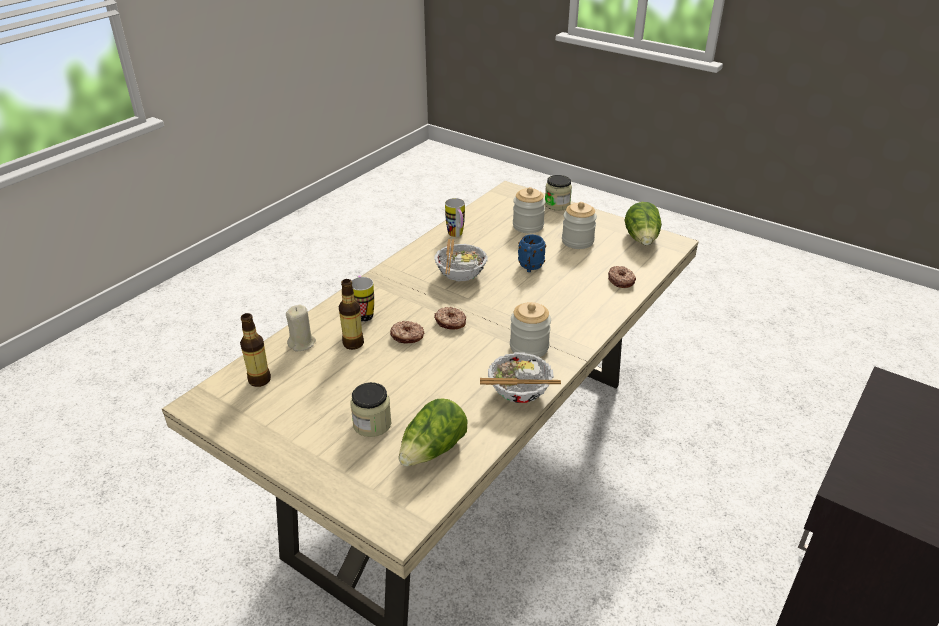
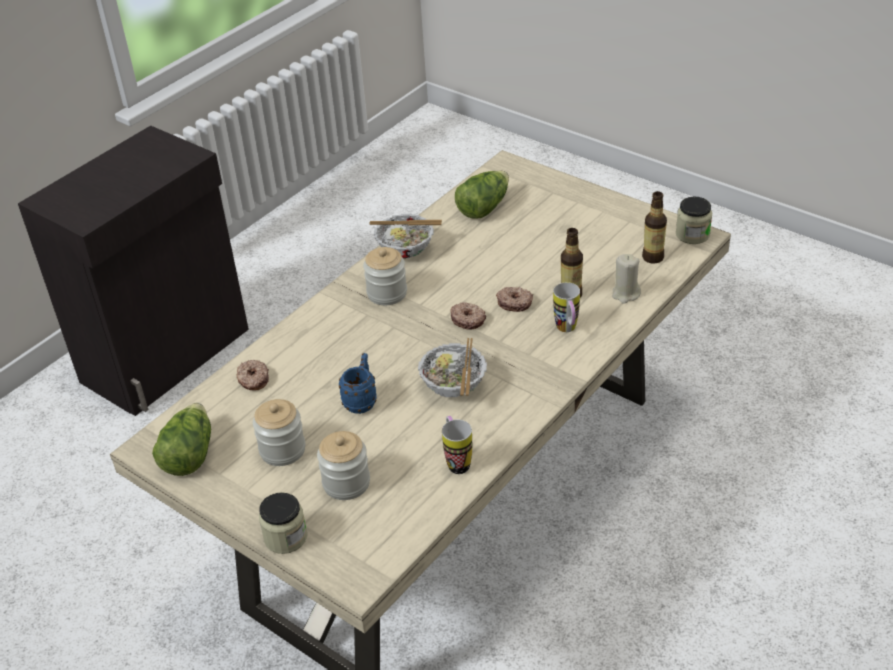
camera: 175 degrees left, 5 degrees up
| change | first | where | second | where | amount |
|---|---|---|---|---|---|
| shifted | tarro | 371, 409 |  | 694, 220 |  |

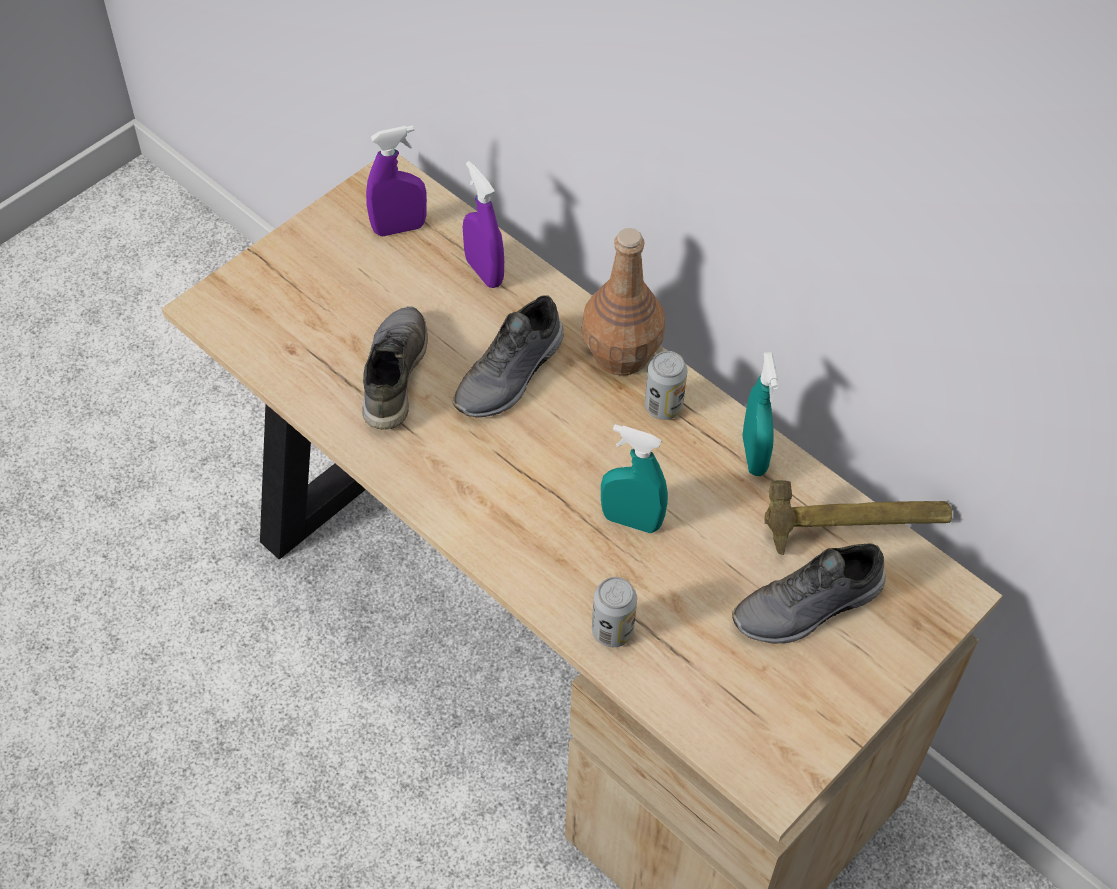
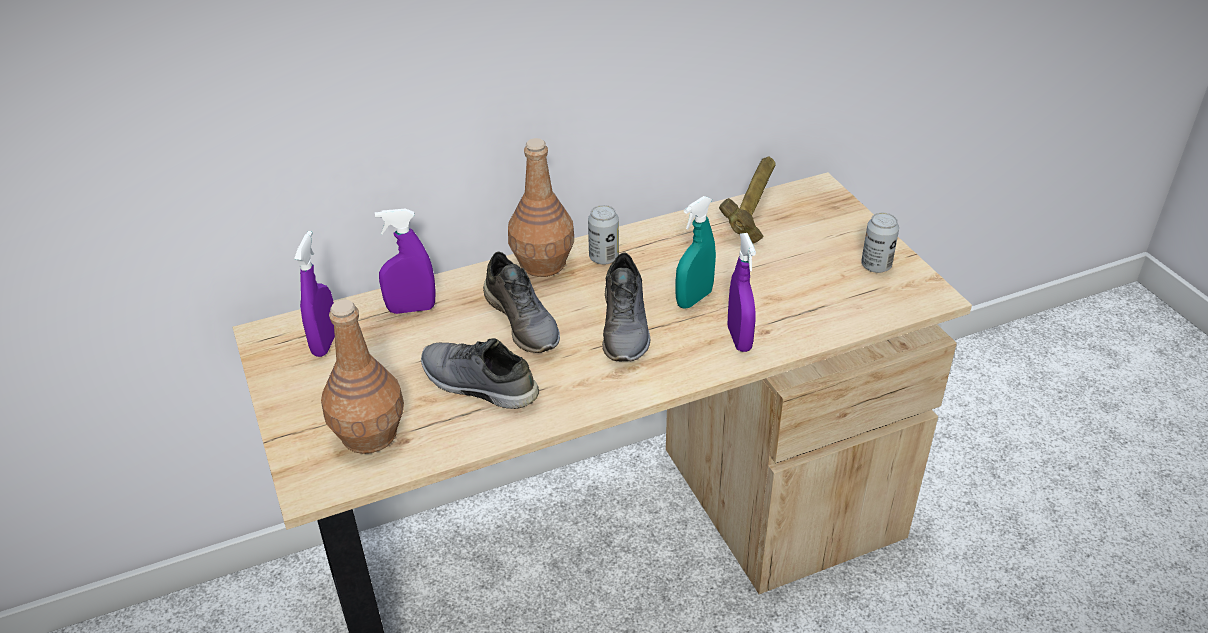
camera: 65 degrees left, 15 degrees down
| change | first | where | second | where | amount |
|---|---|---|---|---|---|
| gone | pulverizador [turquesa] | 760, 414 |  |  |  |
| shifted | zapato [gris] | 809, 593 |  | 626, 307 |  |
| shifted | lata | 614, 612 |  | 880, 243 |  |
| new |  |  | pulverizador [morado] | 742, 292 |  |
| new |  |  | botella [marrón] | 362, 377 |  |

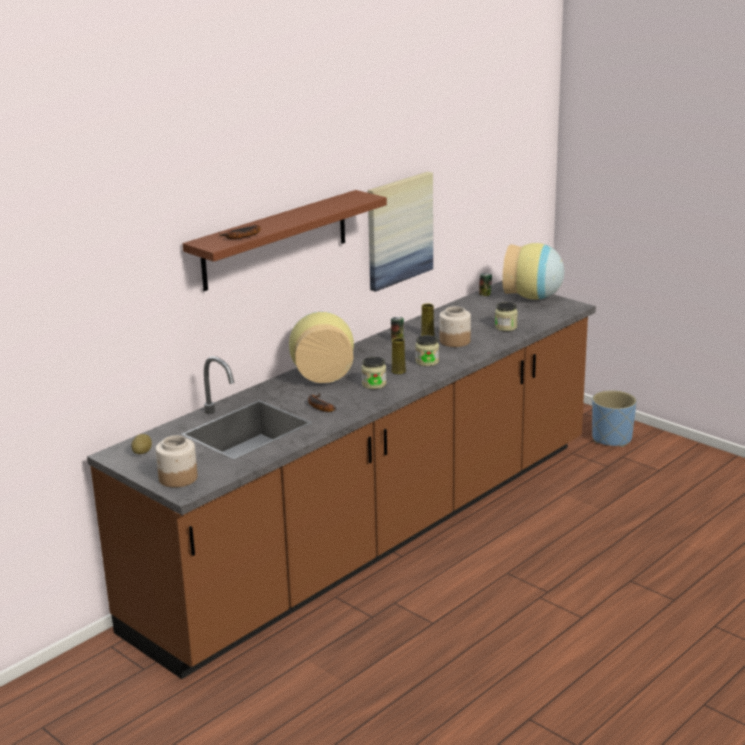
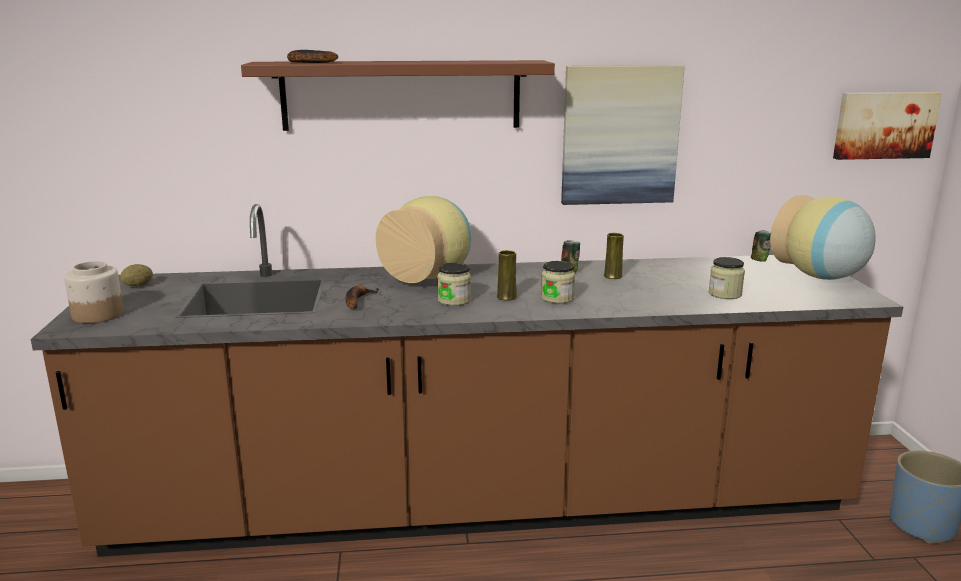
camera: 40 degrees right, 5 degrees down
| change | first | where | second | where | amount |
|---|---|---|---|---|---|
| gone | tarro | 455, 326 |  |  |  |
| new |  |  | cuadro | 887, 126 |  |

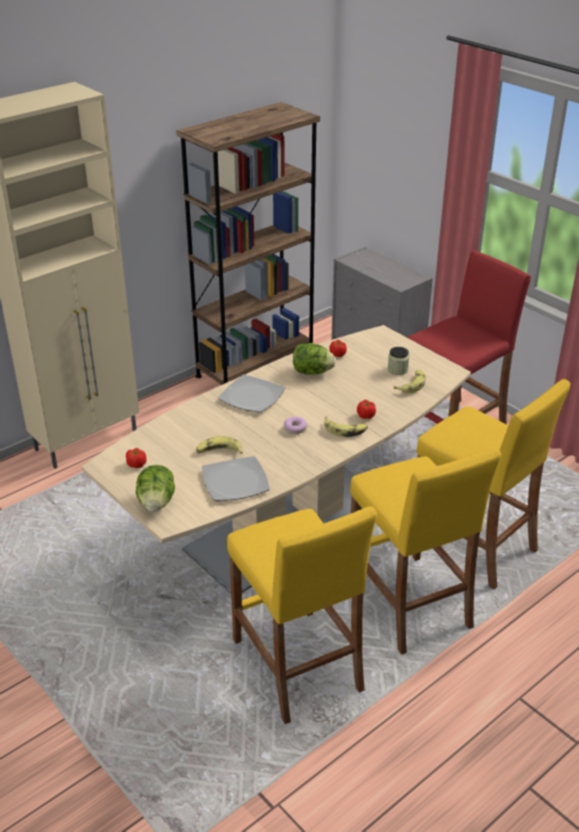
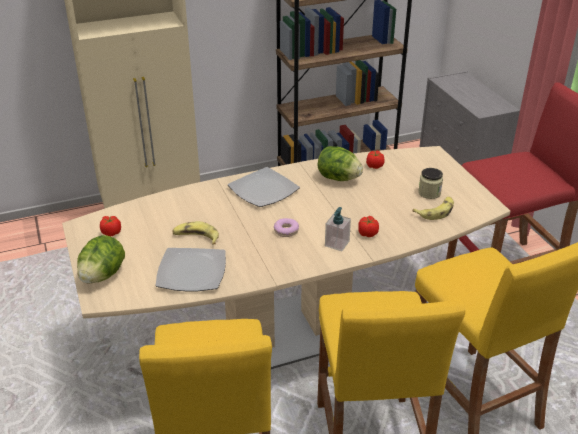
camera: 20 degrees right, 0 degrees up
| change | first | where | second | where | amount |
|---|---|---|---|---|---|
| swapped | plátano | 346, 426 | dispensador de jabón | 338, 229 |  |

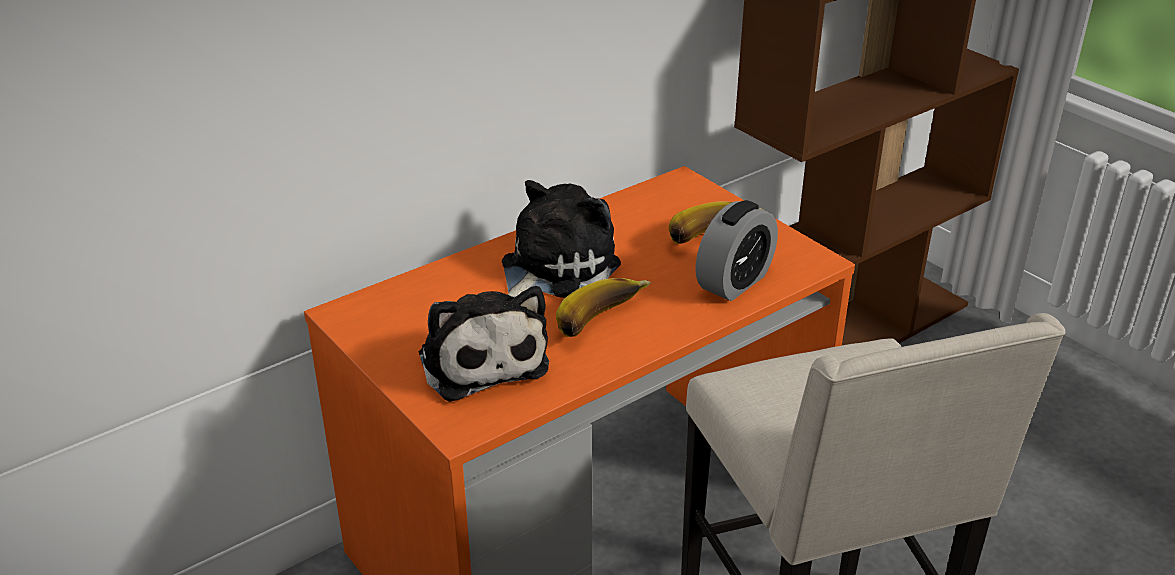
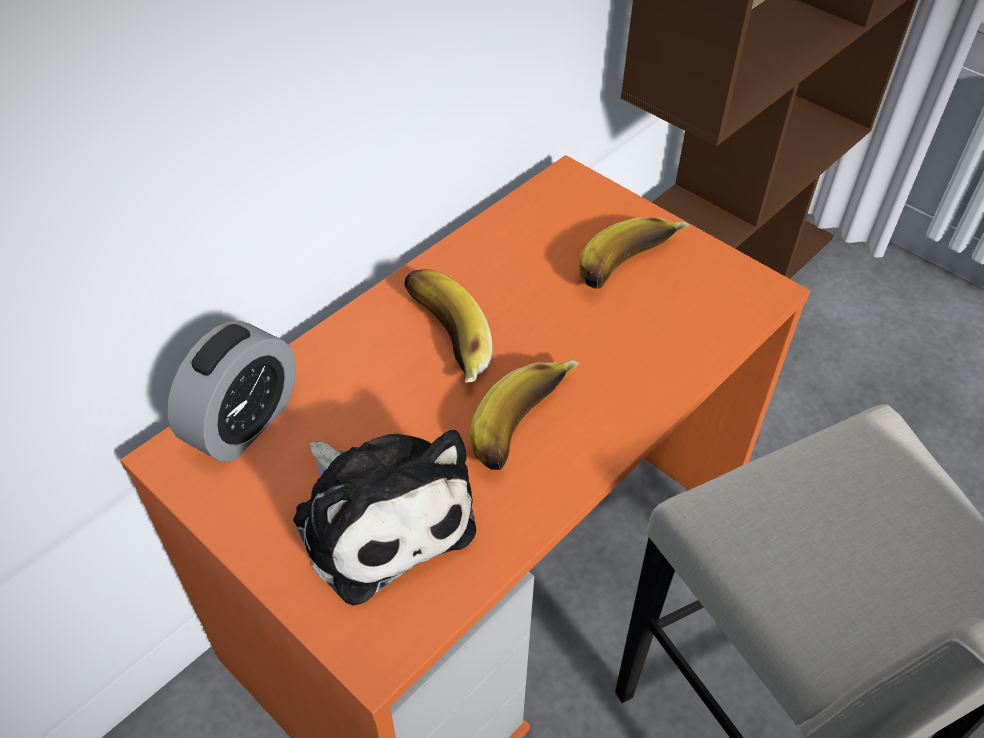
camera: 10 degrees left, 15 degrees up
| change | first | where | second | where | amount |
|---|---|---|---|---|---|
| swapped | peluche | 561, 239 | plátano | 448, 326 |  |
| shifted | despertador | 736, 250 |  | 231, 391 |  |

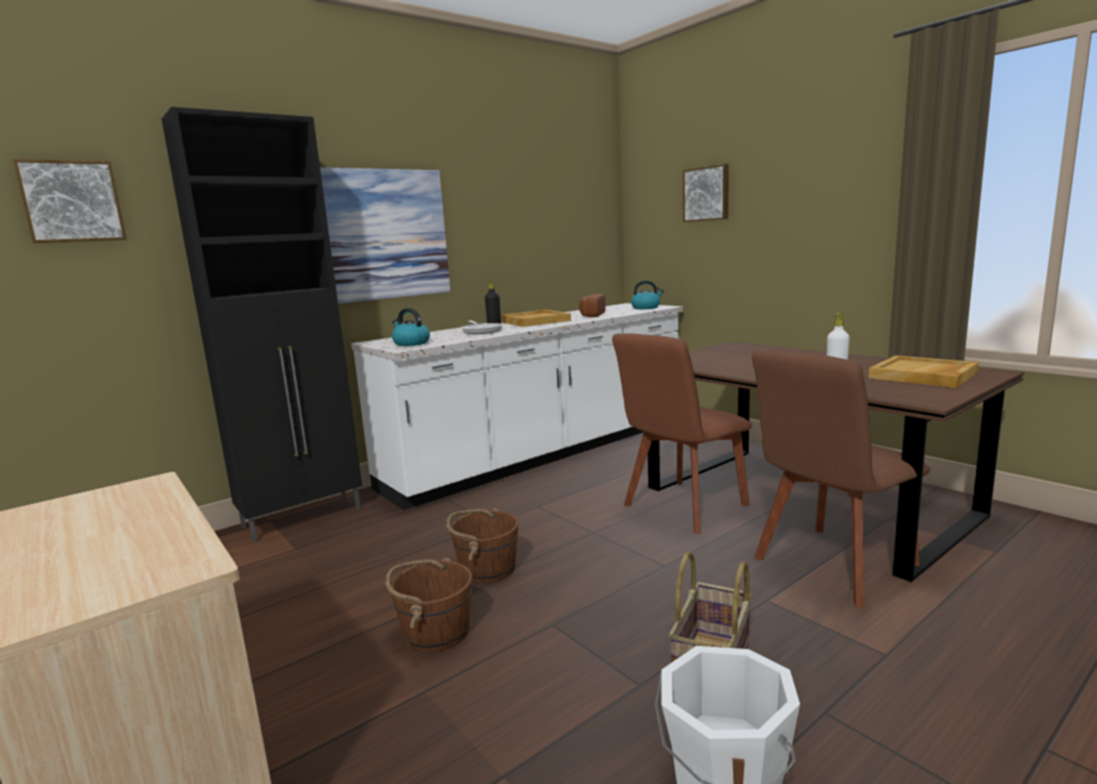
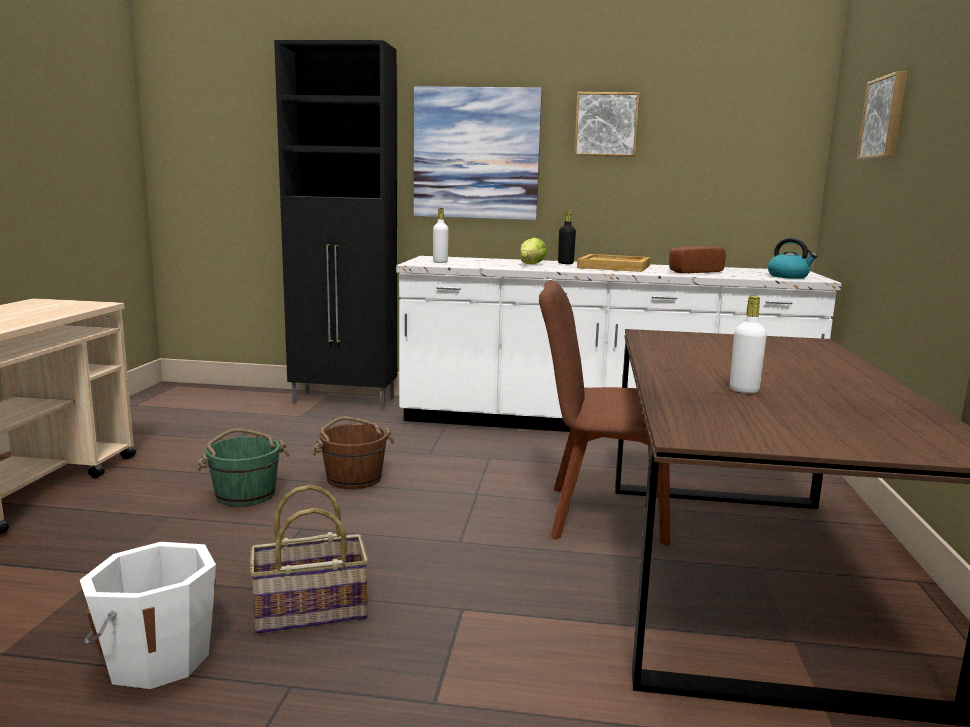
camera: 45 degrees right, 0 degrees up
| change | first | where | second | where | amount |
|---|---|---|---|---|---|
| shifted | cuadro | 70, 201 |  | 607, 124 |  |
| swapped | hervidor | 411, 327 | botella [blanco] | 441, 235 |  |
| swapped | sartén | 482, 327 | lechuga | 533, 251 |  |
| gone | silla [marrón] | 841, 478 |  |  |  |
| gone | bandeja [beis] | 923, 371 |  |  |  |
| repainted | cubo [marrón] | 428, 605 | cubo [verde] | 243, 467 |  |

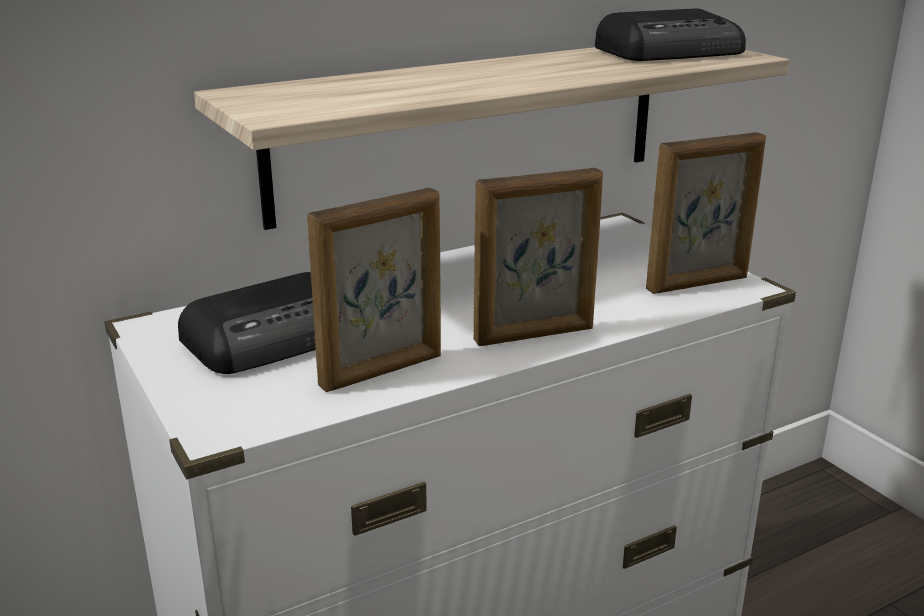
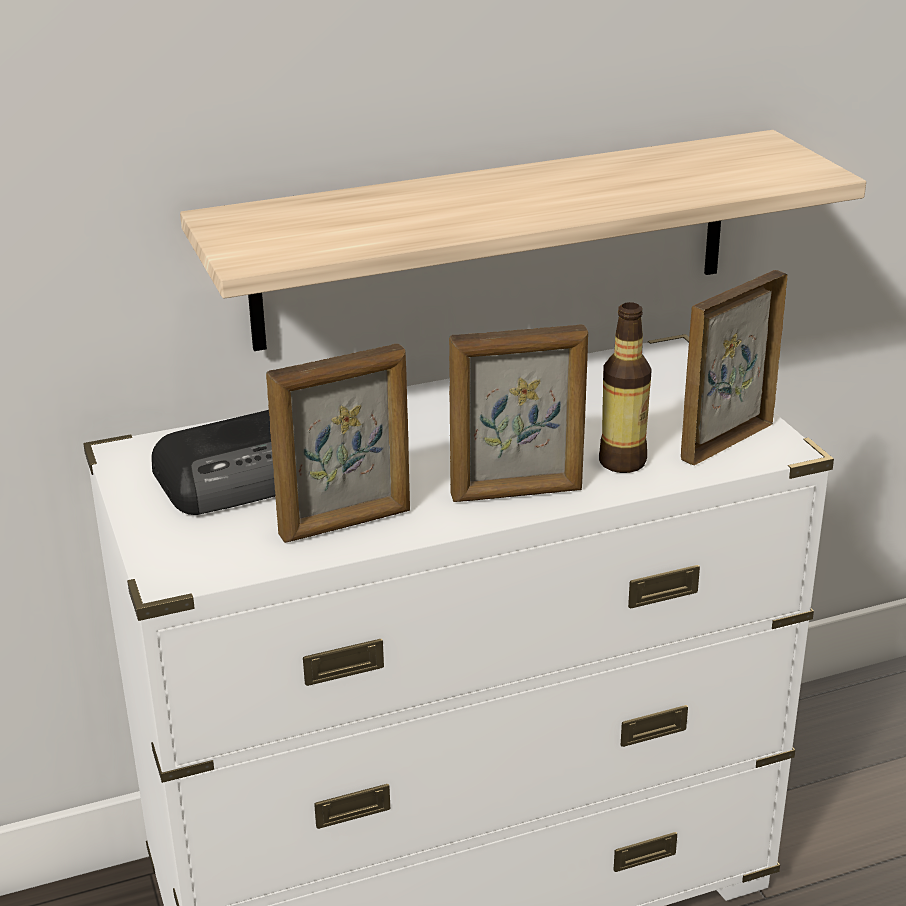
camera: 10 degrees right, 5 degrees up
| change | first | where | second | where | amount |
|---|---|---|---|---|---|
| gone | radio | 670, 35 |  |  |  |
| rotated | portarretratos | 706, 213 |  | 734, 367 | 150 degrees clockwise |
| new |  |  | botella | 625, 387 |  |

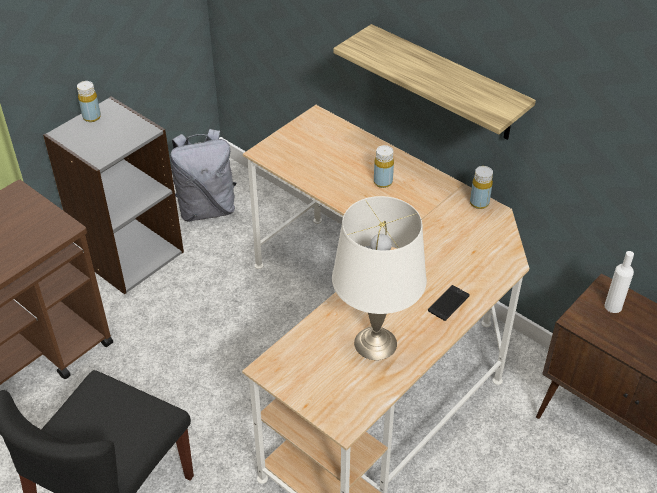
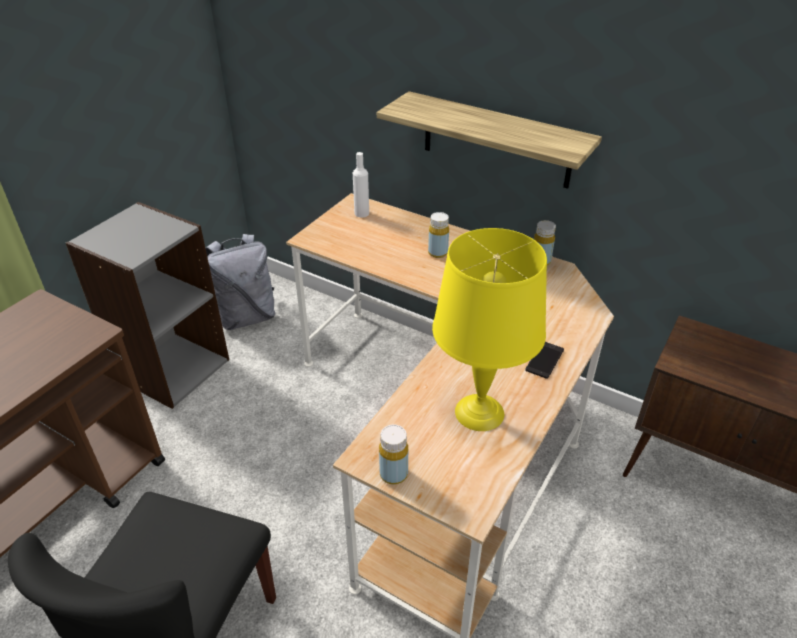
camera: 10 degrees left, 5 degrees down
| change | first | where | second | where | amount |
|---|---|---|---|---|---|
| shifted | botella [amarillo] | 89, 101 |  | 393, 454 |  |
| repainted | lámpara de mesa [blanco] | 379, 278 | lámpara de mesa [amarillo] | 489, 329 |  |
| shifted | botella [blanco] | 619, 282 |  | 361, 185 |  |

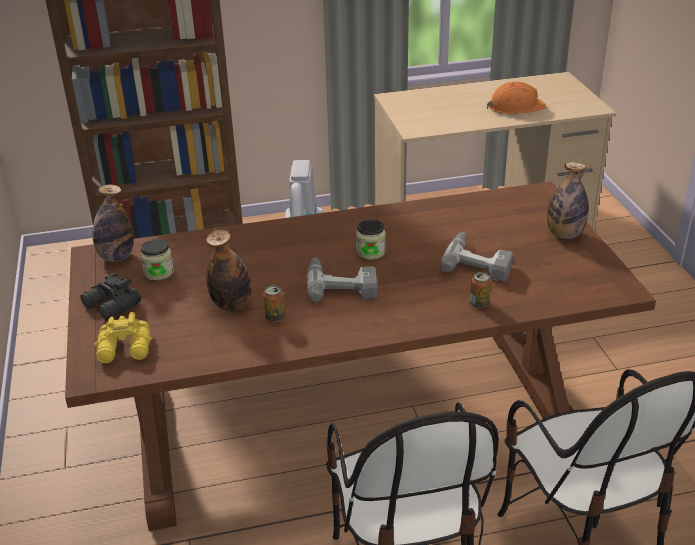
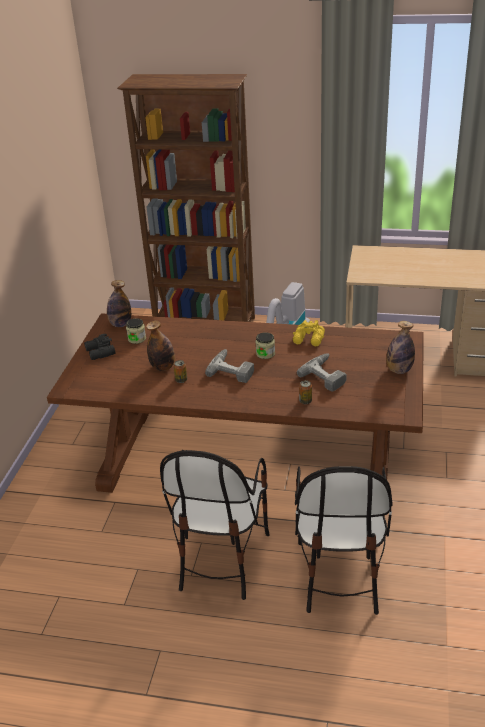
camera: 25 degrees right, 0 degrees up
| change | first | where | second | where | amount |
|---|---|---|---|---|---|
| gone | casco [naranja] | 517, 97 |  |  |  |
| shifted | prismáticos [amarillo] | 123, 337 |  | 309, 333 |  |

